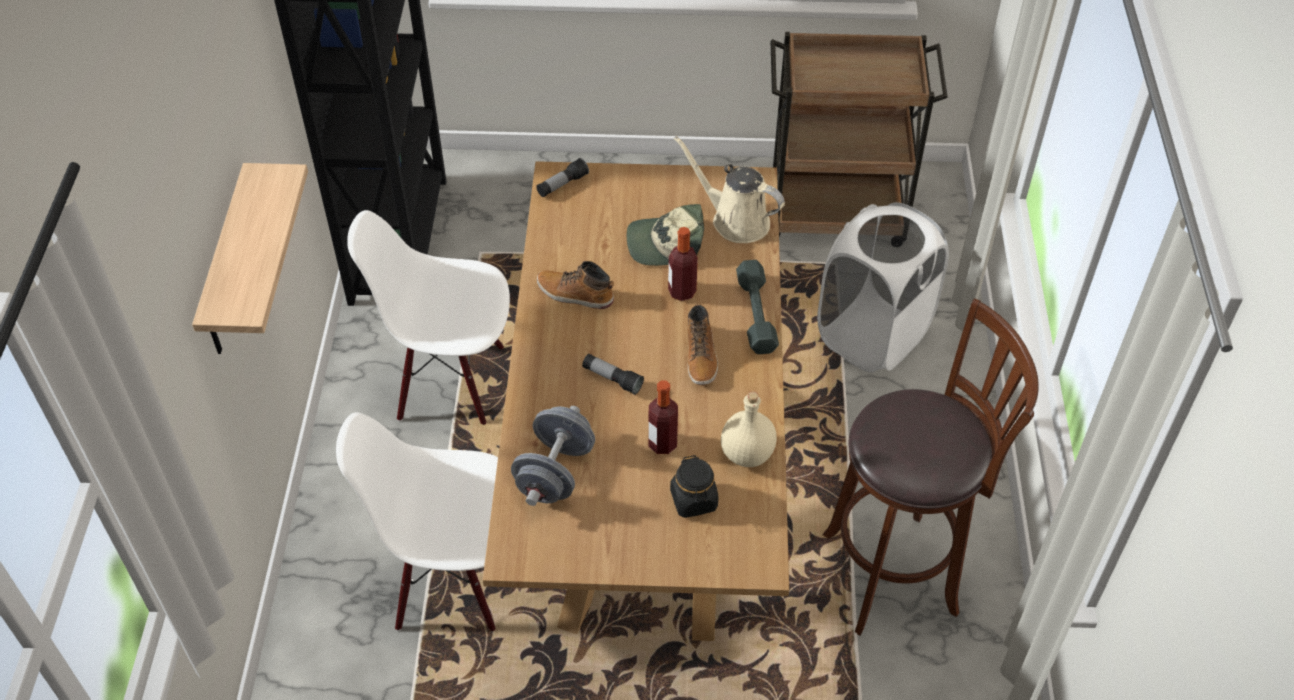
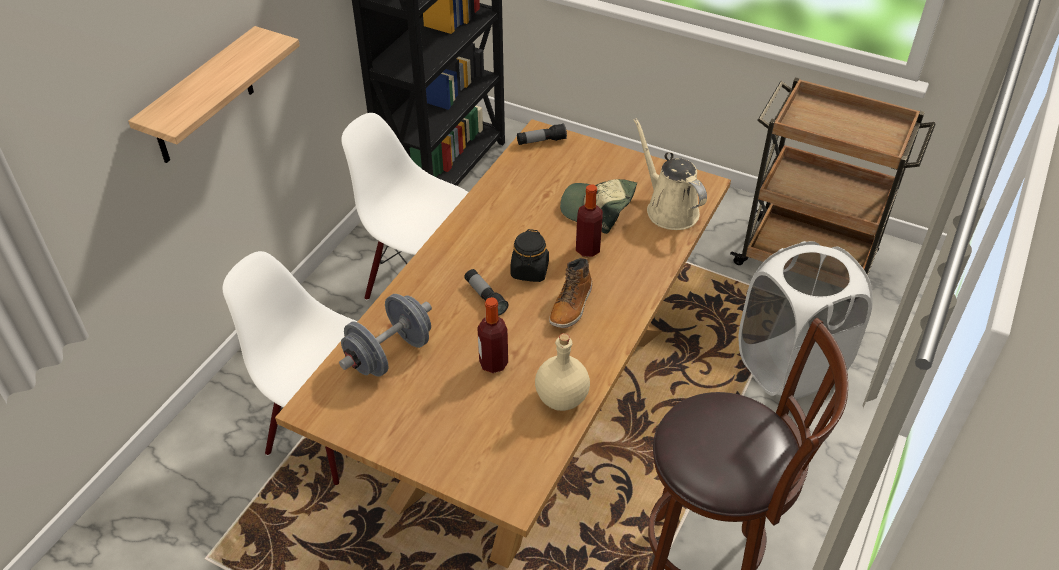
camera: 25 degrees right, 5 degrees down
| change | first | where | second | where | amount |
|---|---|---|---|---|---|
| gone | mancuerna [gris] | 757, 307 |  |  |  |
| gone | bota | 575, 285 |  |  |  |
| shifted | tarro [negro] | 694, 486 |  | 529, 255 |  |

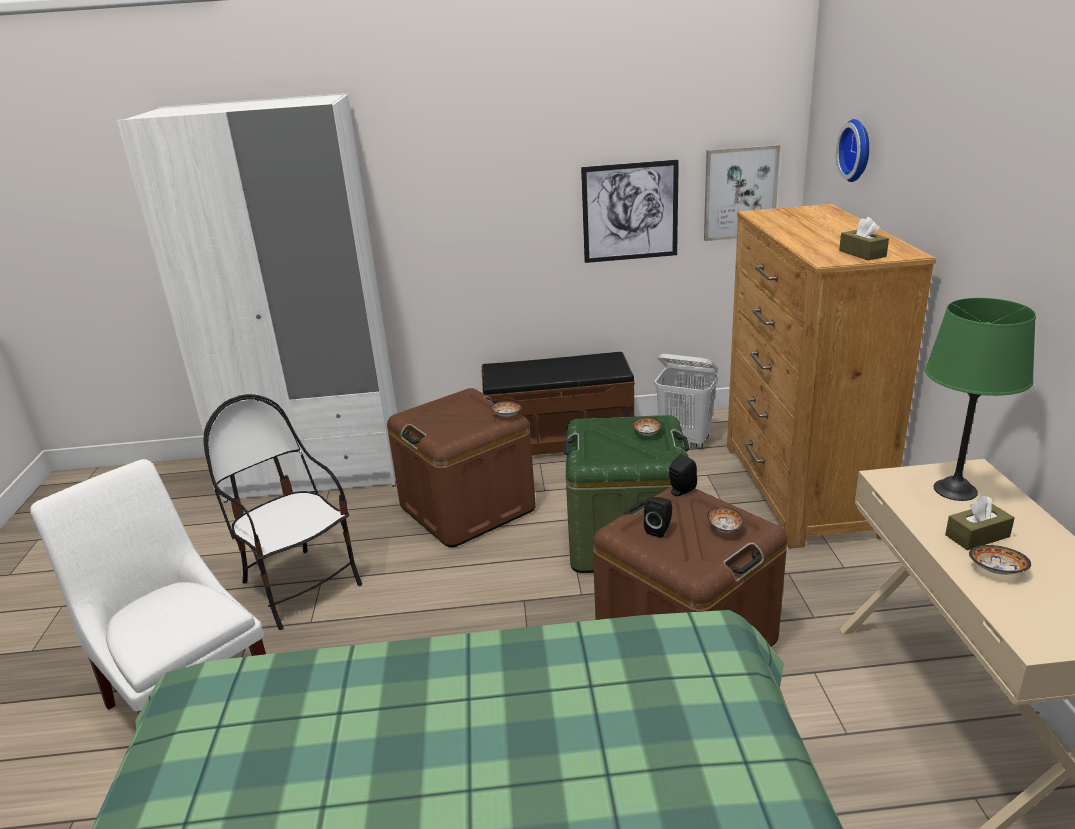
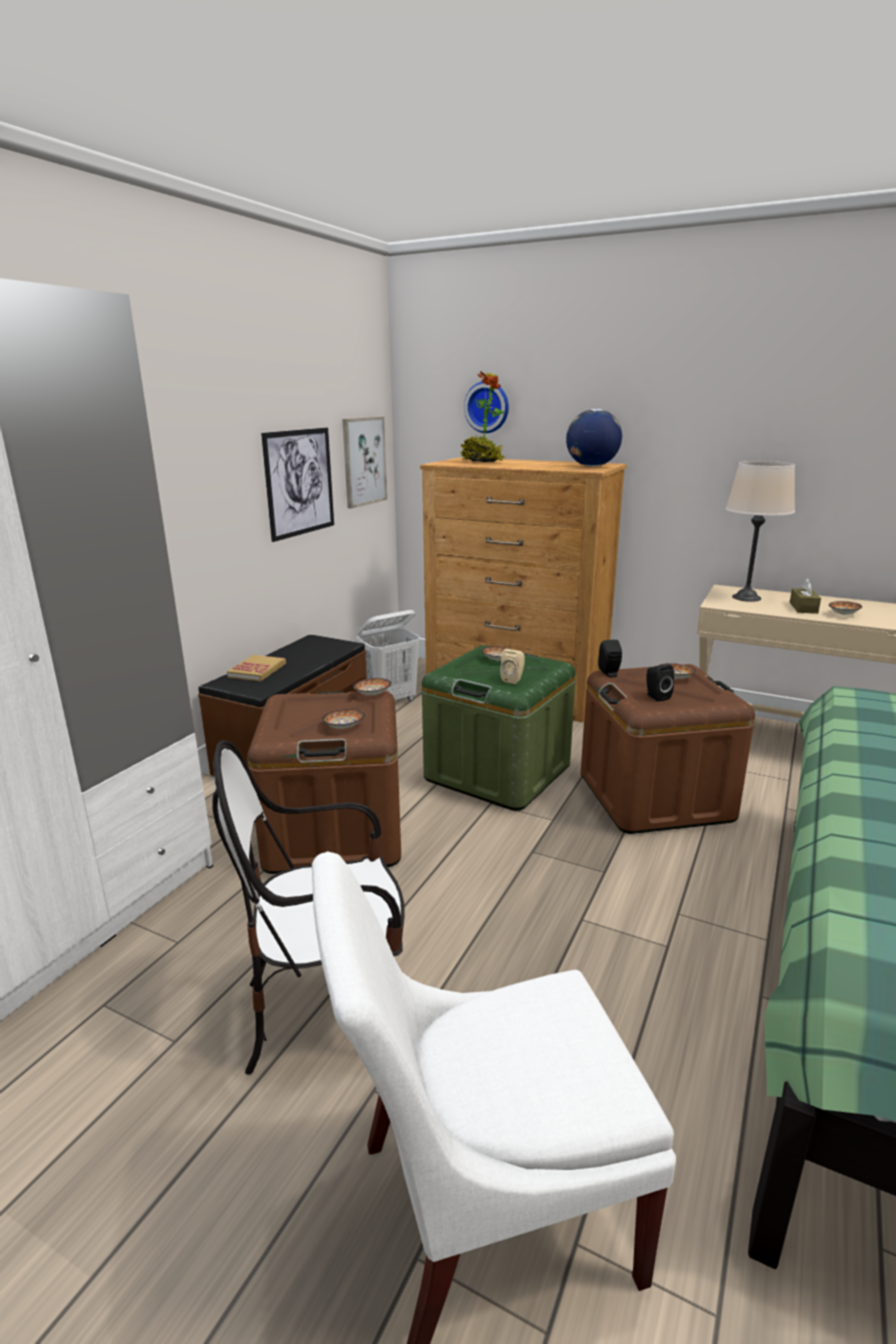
camera: 60 degrees left, 5 degrees down
| change | first | where | second | where | amount |
|---|---|---|---|---|---|
| swapped | caja de pañuelos [marrón] | 864, 238 | globo terráqueo | 594, 438 |  |
| repainted | lámpara de mesa [verde] | 980, 399 | lámpara de mesa [beis] | 760, 531 |  |
| new |  |  | planta en maceta | 482, 416 |  |
| new |  |  | altavoz [beis] | 512, 666 |  |
| new |  |  | libro | 256, 668 |  |
| new |  |  | cuenco | 343, 719 |  |

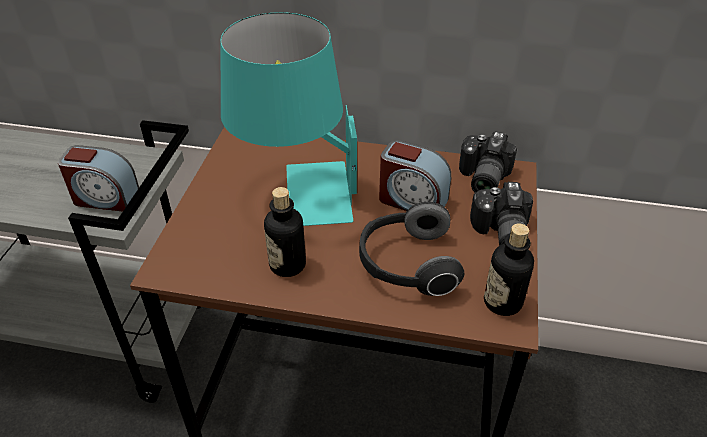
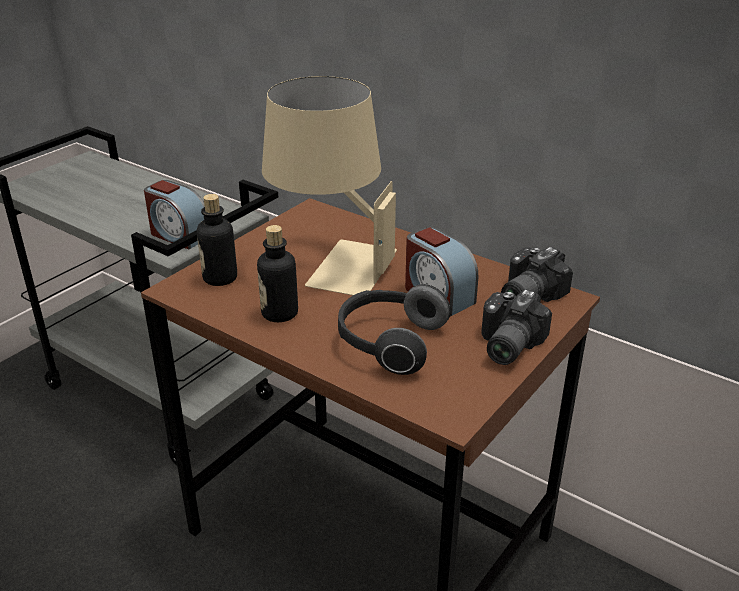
camera: 25 degrees right, 10 degrees down
| change | first | where | second | where | amount |
|---|---|---|---|---|---|
| repainted | lámpara de mesa [turquesa] | 289, 119 | lámpara de mesa [beis] | 329, 185 |  |
| shifted | botella | 509, 269 |  | 217, 240 |  |

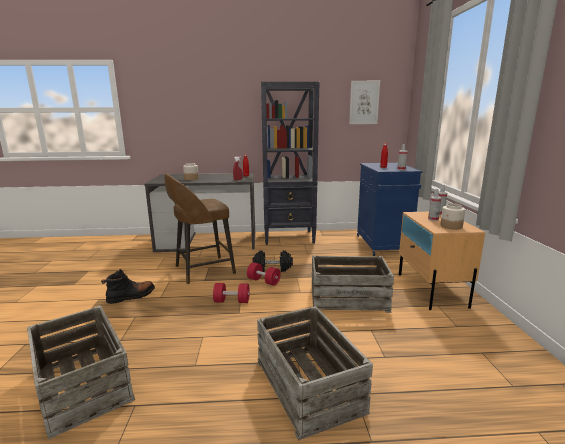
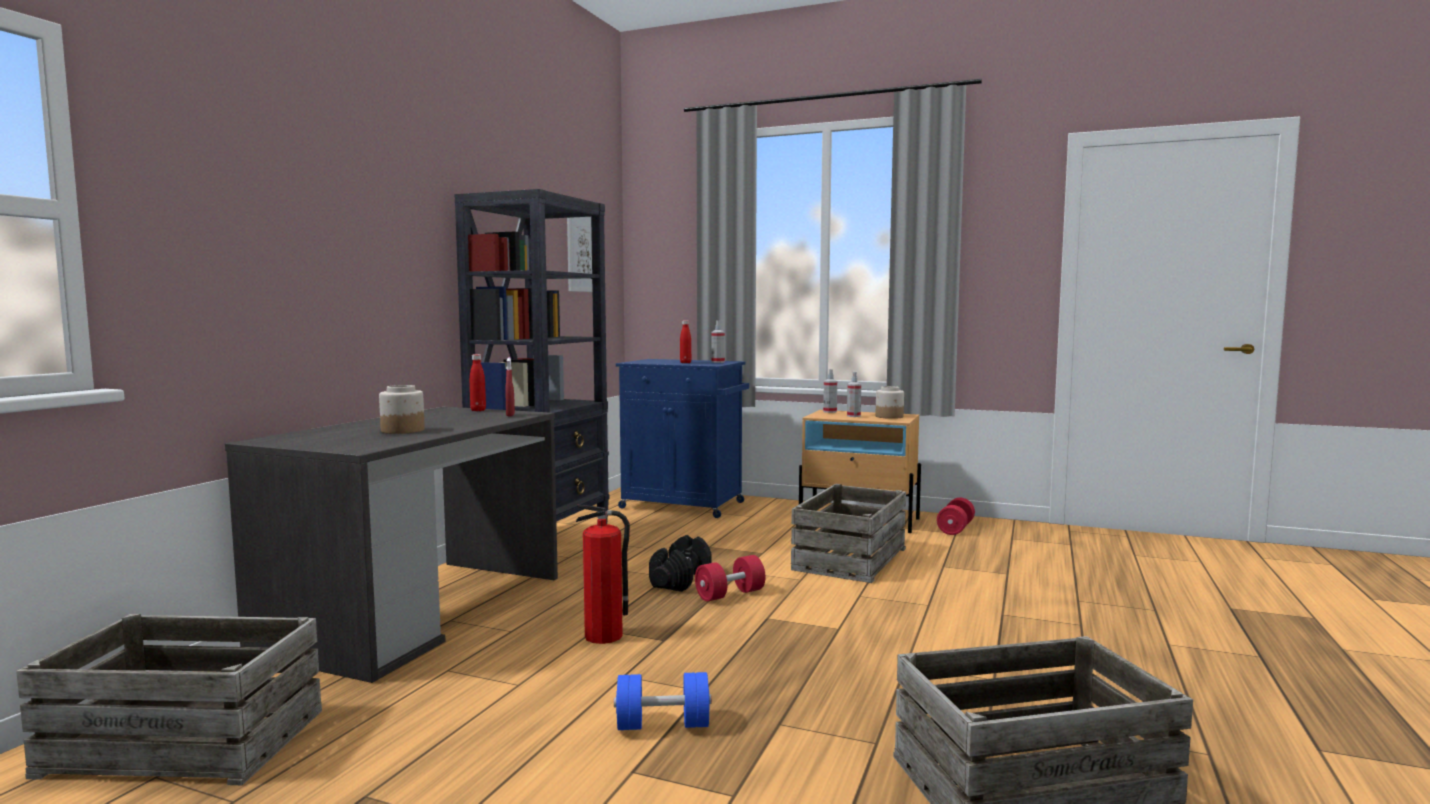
camera: 65 degrees left, 10 degrees down
| change | first | where | second | where | amount |
|---|---|---|---|---|---|
| swapped | taburete [marrón] | 200, 228 | extintor | 603, 574 |  |
| swapped | bota [negro] | 128, 286 | mancuerna [azul] | 663, 701 |  |
| shifted | mancuerna [rojo] | 231, 293 |  | 956, 516 |  |
| shifted | caja de embalaje | 315, 373 |  | 169, 699 |  |

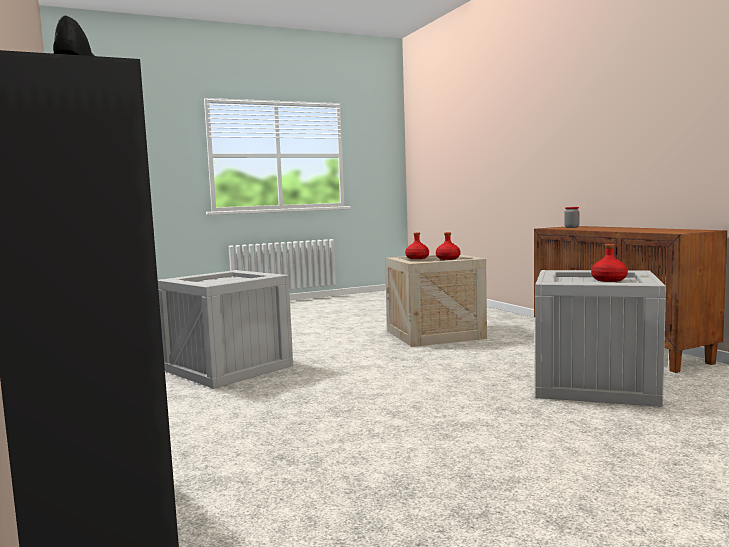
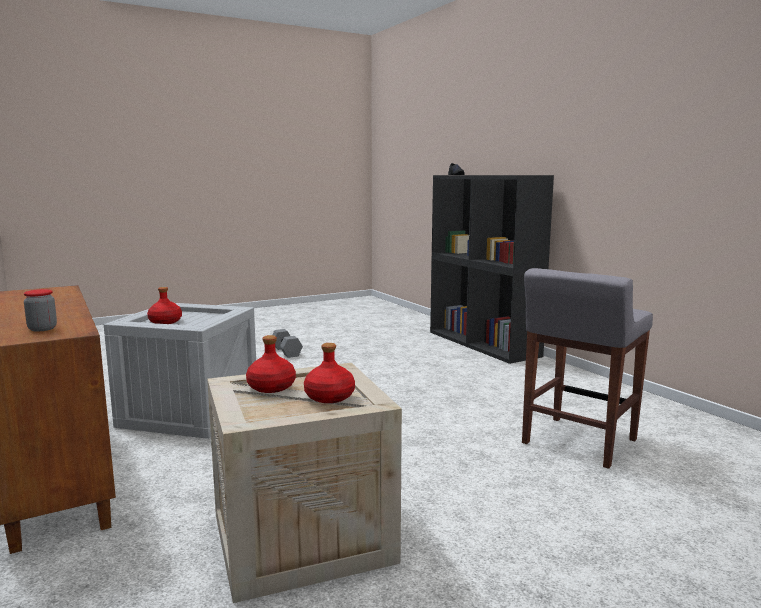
camera: 175 degrees right, 5 degrees up
| change | first | where | second | where | amount |
|---|---|---|---|---|---|
| swapped | caja de embalaje | 225, 329 | taburete [gris] | 587, 368 |  |
| new |  |  | mancuerna [gris] | 287, 343 |  |

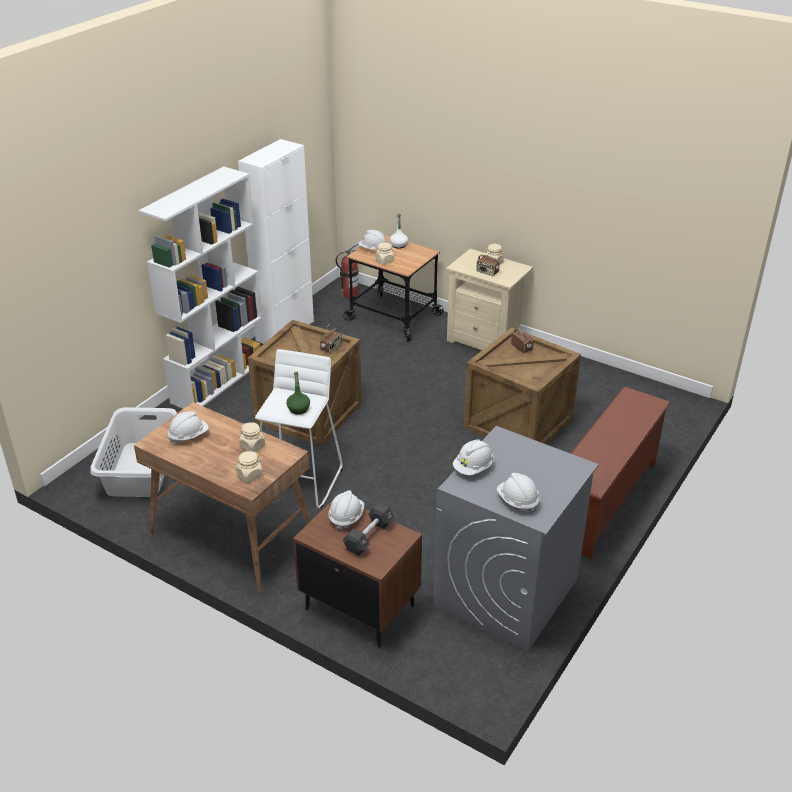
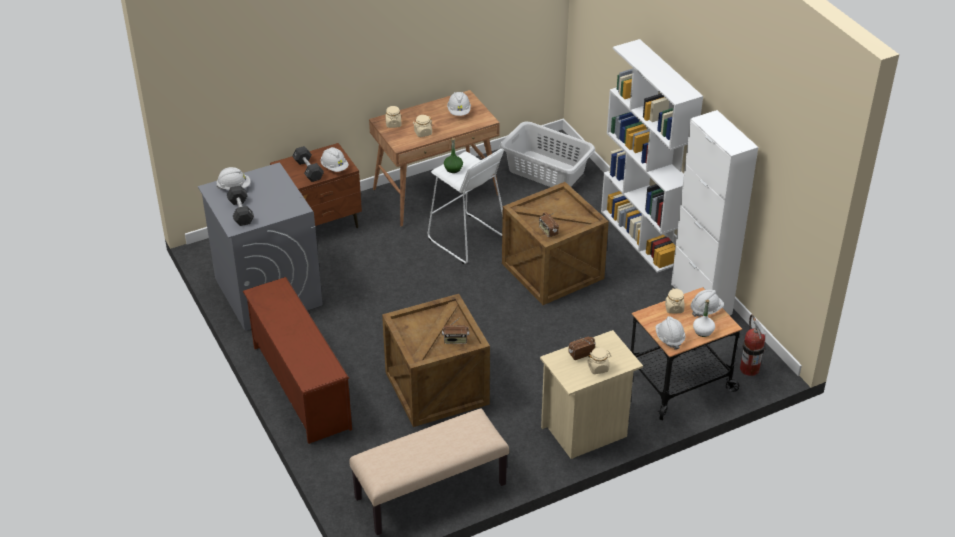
camera: 120 degrees right, 5 degrees up
| change | first | where | second | where | amount |
|---|---|---|---|---|---|
| shifted | casco [blanco] | 473, 457 |  | 670, 333 |  |
| new |  |  | mancuerna [negro] | 240, 205 |  |
| new |  |  | banco [beis] | 429, 472 |  |

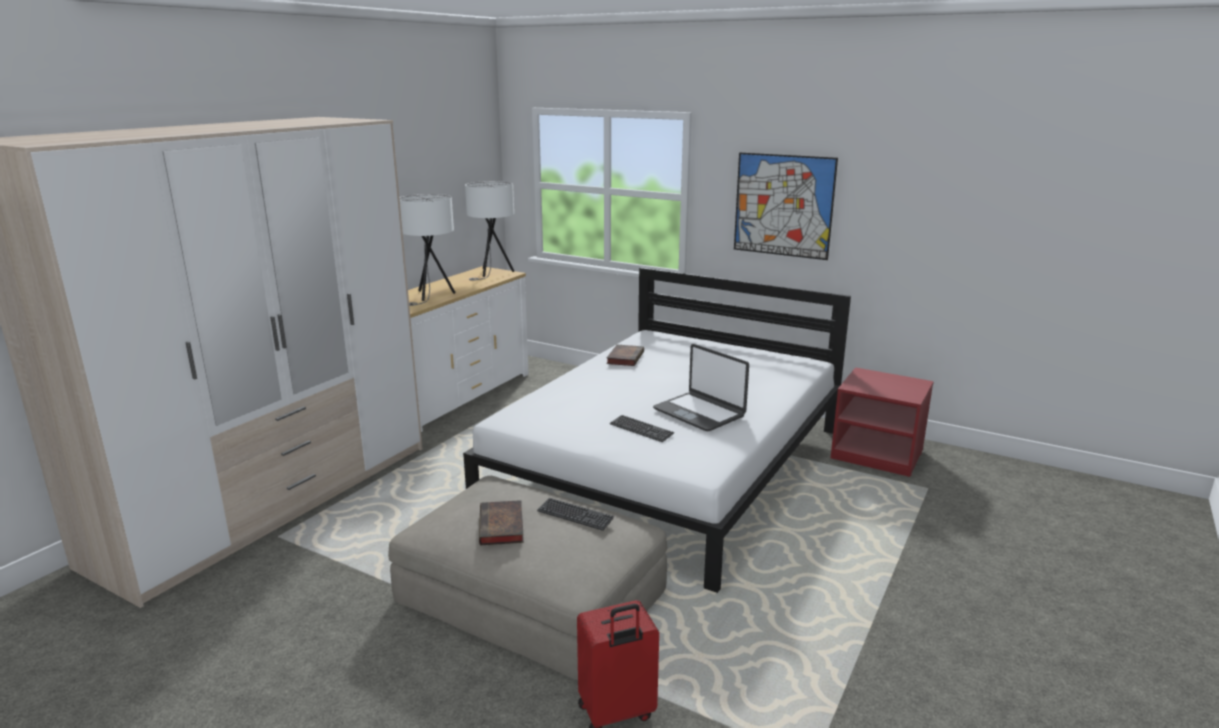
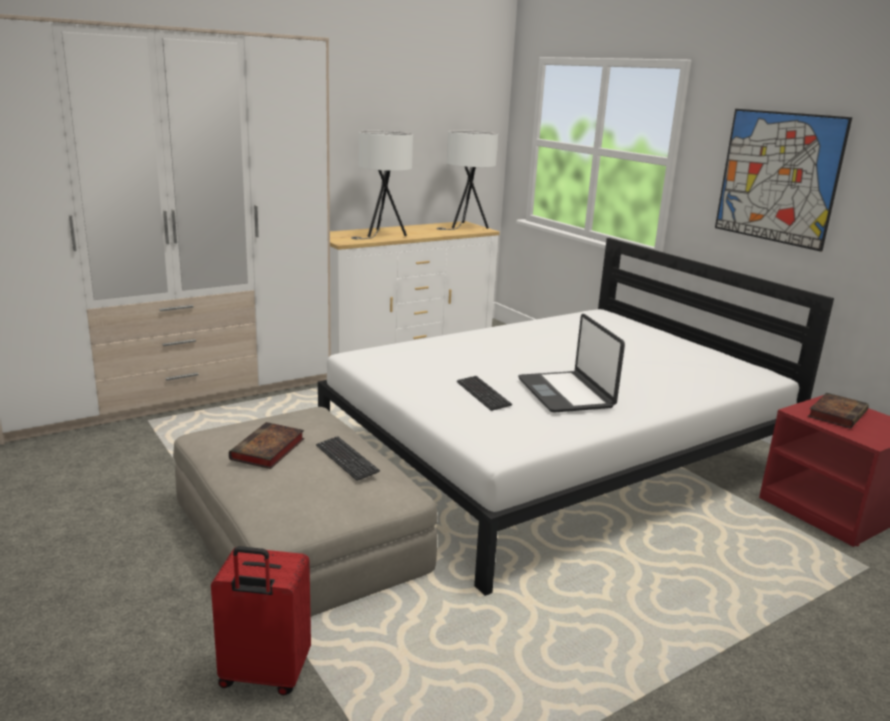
camera: 25 degrees right, 0 degrees up
| change | first | where | second | where | amount |
|---|---|---|---|---|---|
| shifted | libro | 625, 355 |  | 838, 411 |  |

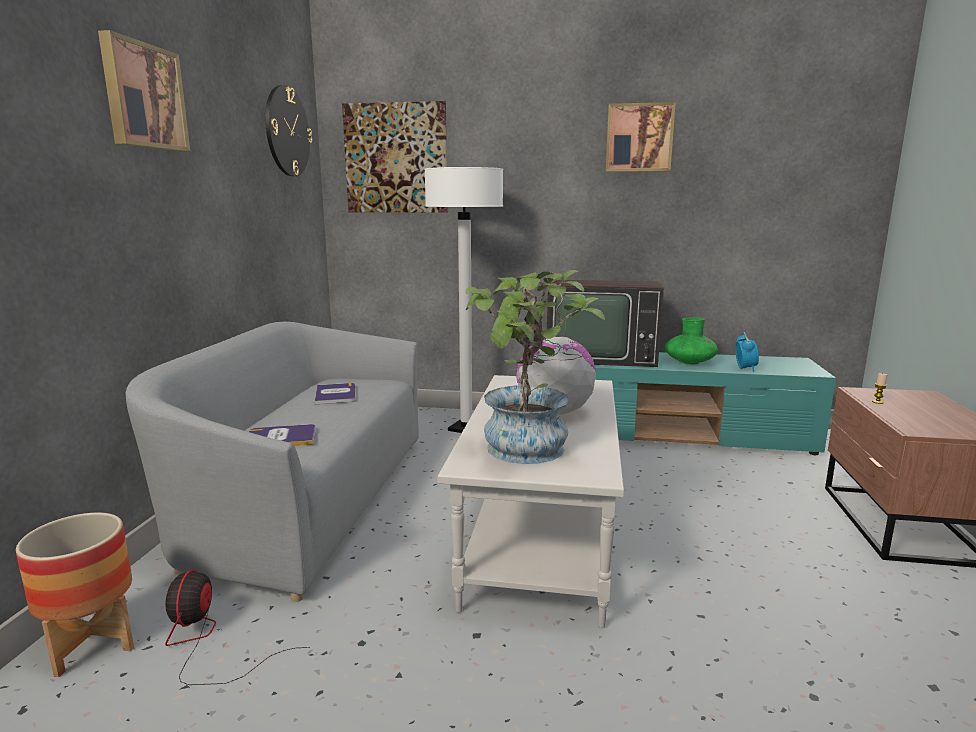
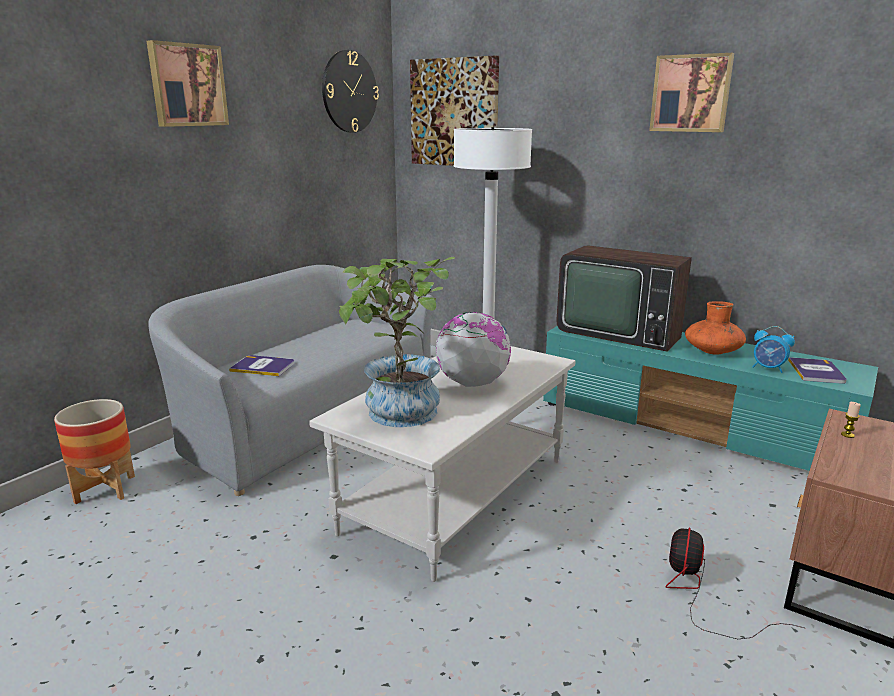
camera: 25 degrees right, 5 degrees up
| change | first | where | second | where | amount |
|---|---|---|---|---|---|
| repainted | florero [verde] | 691, 340 | florero [naranja] | 715, 328 |  |
| rotated | despertador | 747, 352 |  | 773, 349 | 90 degrees clockwise |
| shifted | libro | 335, 394 |  | 817, 370 |  |
| shifted | ventilador | 237, 627 |  | 735, 583 |  |

